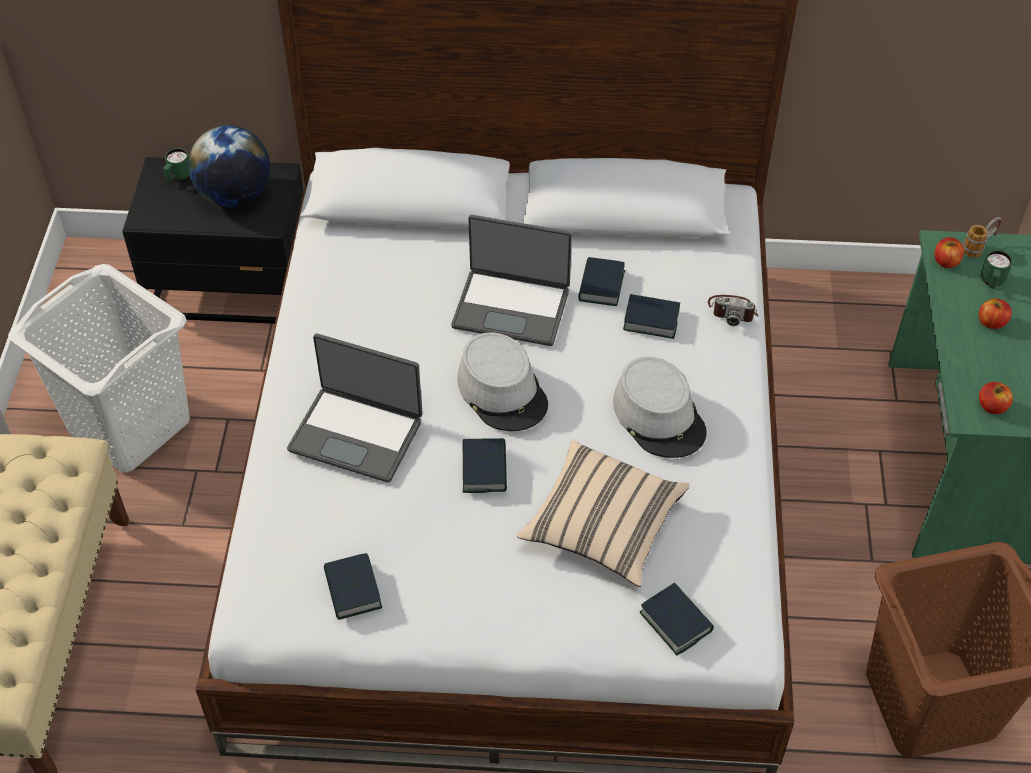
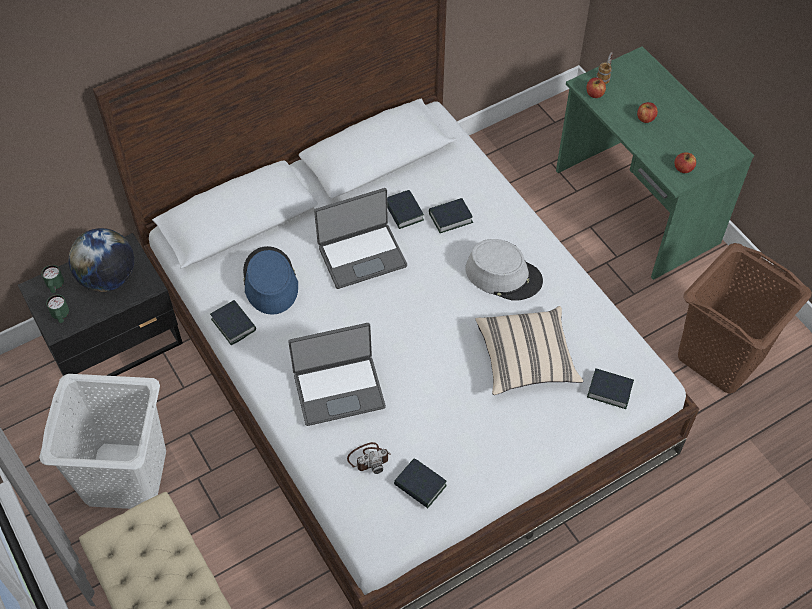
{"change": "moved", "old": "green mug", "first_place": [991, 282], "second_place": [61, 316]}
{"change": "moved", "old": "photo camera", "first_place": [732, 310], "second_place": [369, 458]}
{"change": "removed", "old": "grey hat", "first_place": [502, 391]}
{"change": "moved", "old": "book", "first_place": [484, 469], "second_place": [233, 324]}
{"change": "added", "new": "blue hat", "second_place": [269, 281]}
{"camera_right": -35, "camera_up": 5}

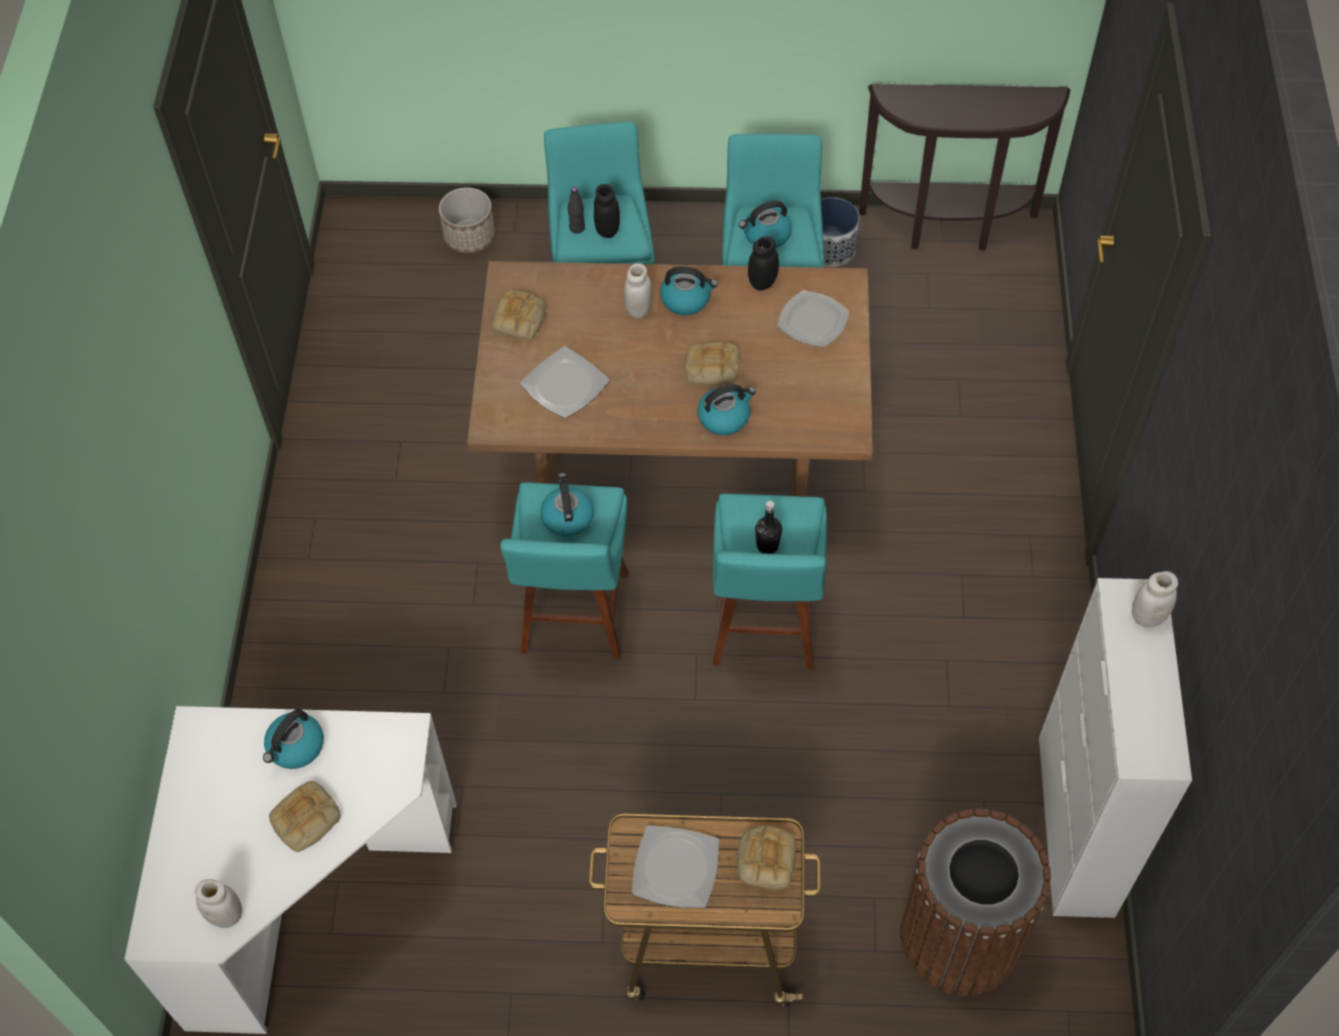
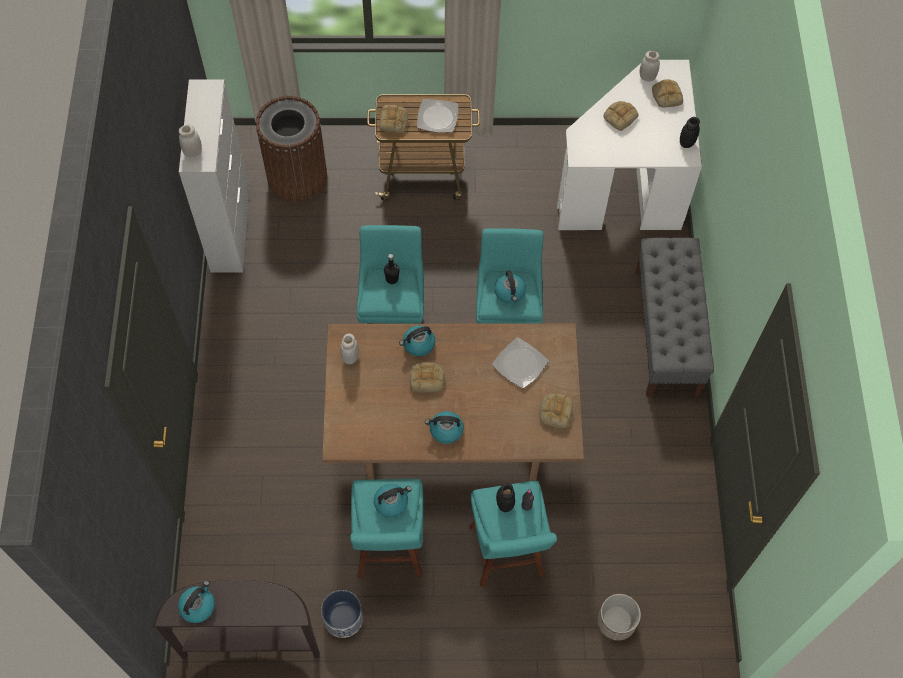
{"change": "moved", "old": "black jar", "first_place": [762, 282], "second_place": [686, 143]}
{"change": "moved", "old": "white jar", "first_place": [639, 309], "second_place": [350, 357]}
{"change": "removed", "old": "plate", "first_place": [813, 321]}
{"change": "moved", "old": "kettle", "first_place": [295, 747], "second_place": [198, 606]}
{"change": "added", "new": "bread", "second_place": [666, 95]}
{"change": "added", "new": "grey bench", "second_place": [666, 332]}
{"camera_right": 175, "camera_up": 5}

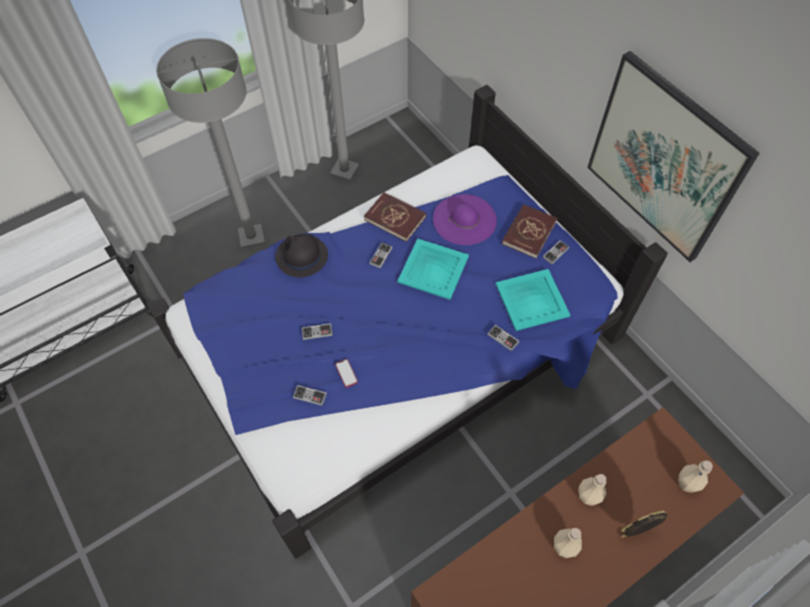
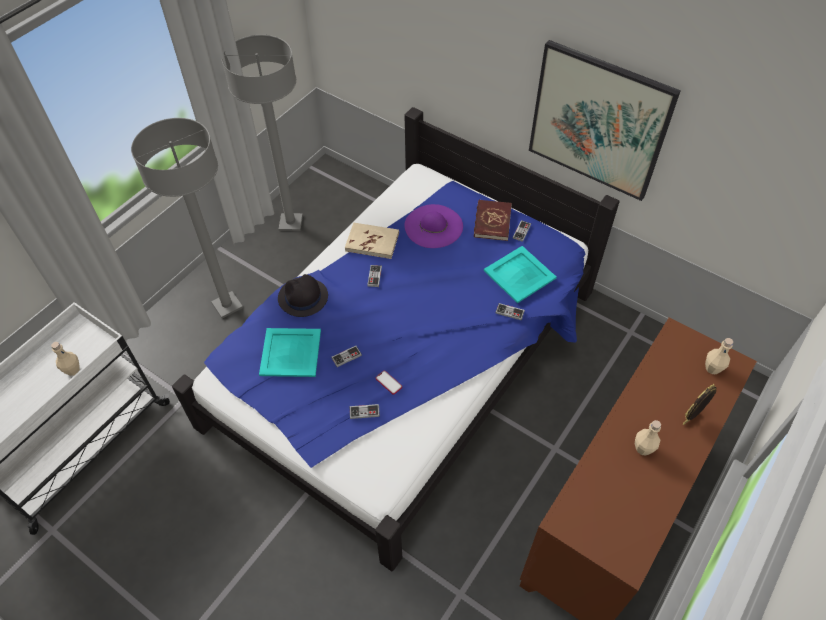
{"change": "recoloured", "old": "red book", "new": "beige book", "first_place": [395, 218], "second_place": [372, 242]}
{"change": "moved", "old": "turquoise tray", "first_place": [433, 268], "second_place": [290, 352]}
{"change": "moved", "old": "beige bottle", "first_place": [587, 496], "second_place": [73, 370]}
{"camera_right": -20, "camera_up": -5}

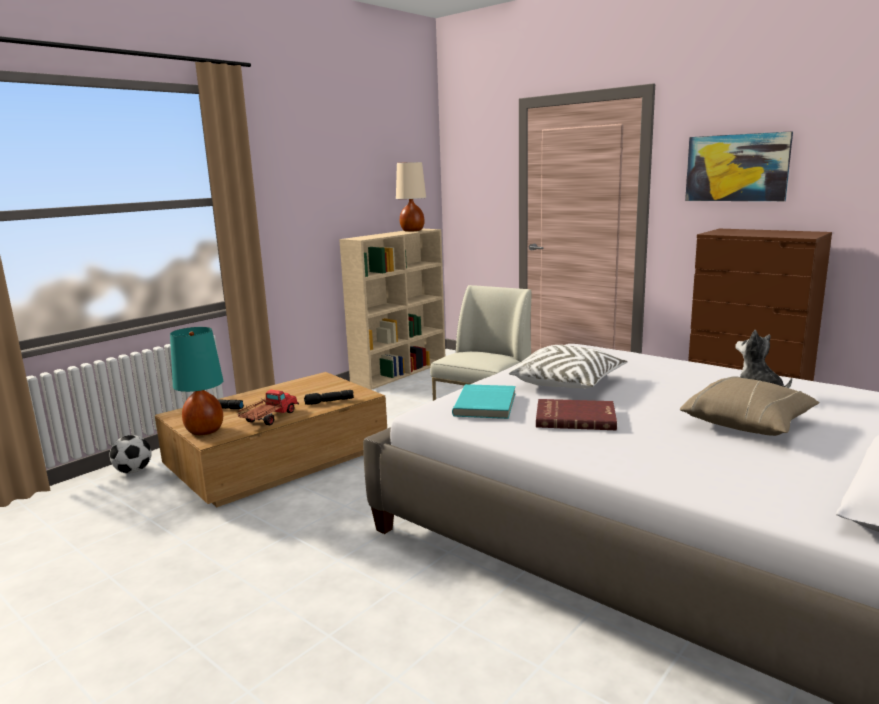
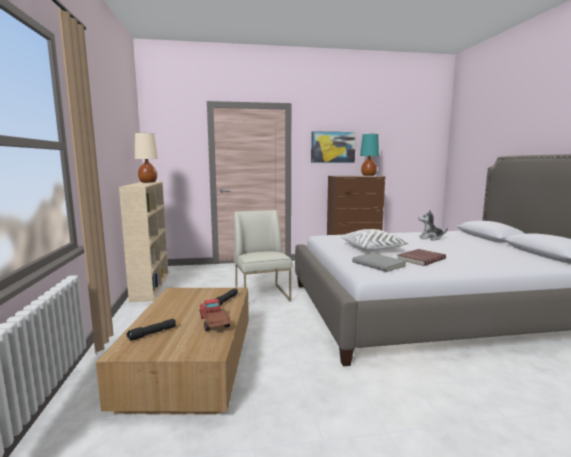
{"change": "moved", "old": "turquoise table lamp", "first_place": [205, 431], "second_place": [368, 175]}
{"change": "removed", "old": "beige pillow", "first_place": [747, 424]}
{"change": "recoloured", "old": "turquoise book", "new": "grey book", "first_place": [487, 404], "second_place": [379, 264]}
{"change": "removed", "old": "football", "first_place": [133, 471]}
{"camera_right": -50, "camera_up": -5}

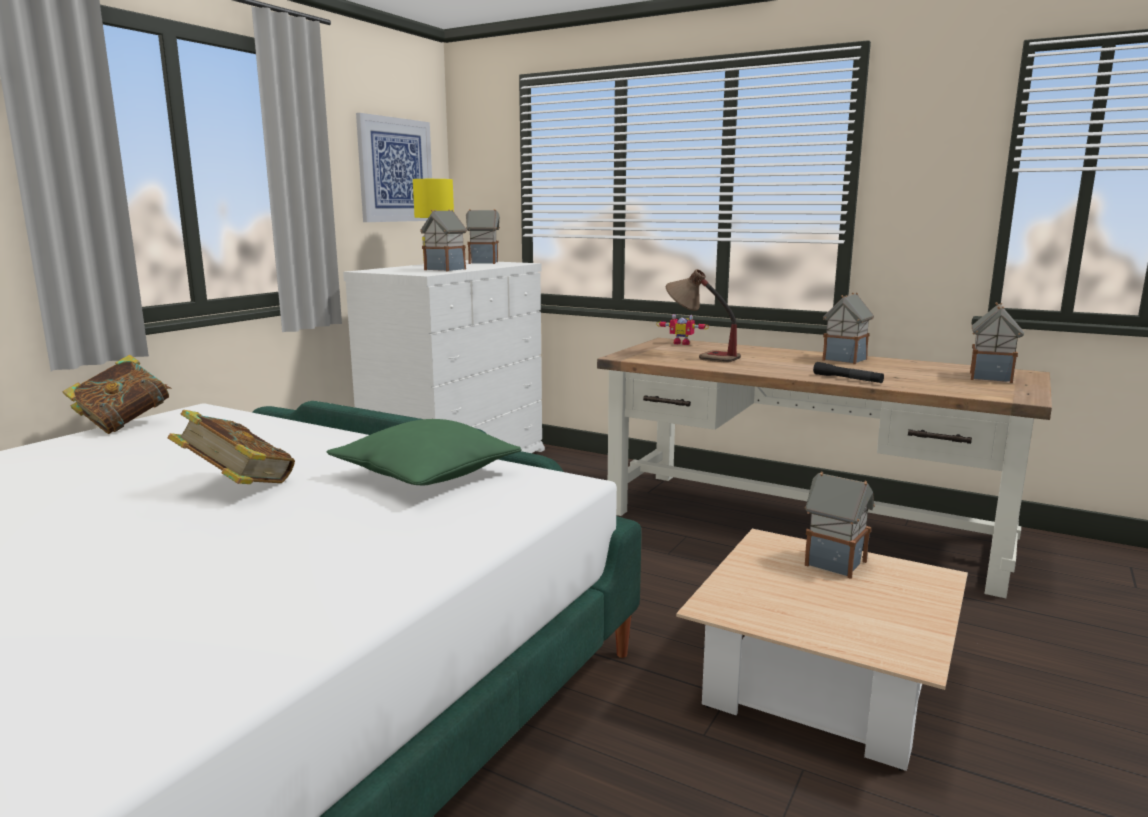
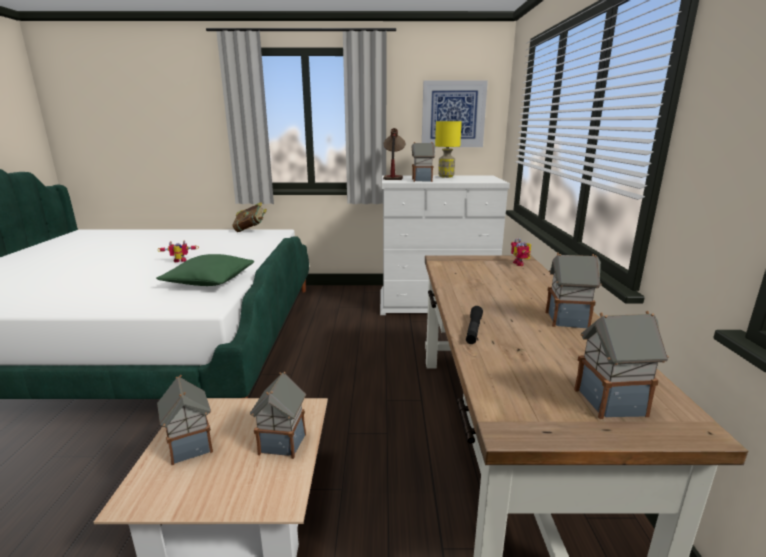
{"change": "moved", "old": "toy house", "first_place": [484, 262], "second_place": [191, 447]}
{"change": "moved", "old": "table lamp", "first_place": [700, 356], "second_place": [393, 177]}
{"change": "replaced", "old": "book", "new": "toy robot", "first_place": [238, 487], "second_place": [179, 261]}
{"camera_right": 60, "camera_up": 5}

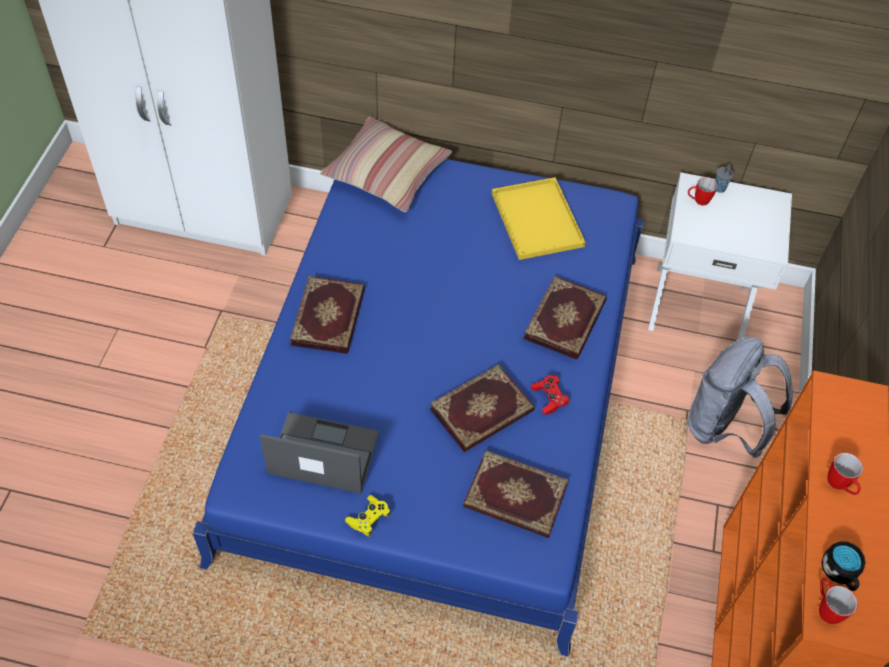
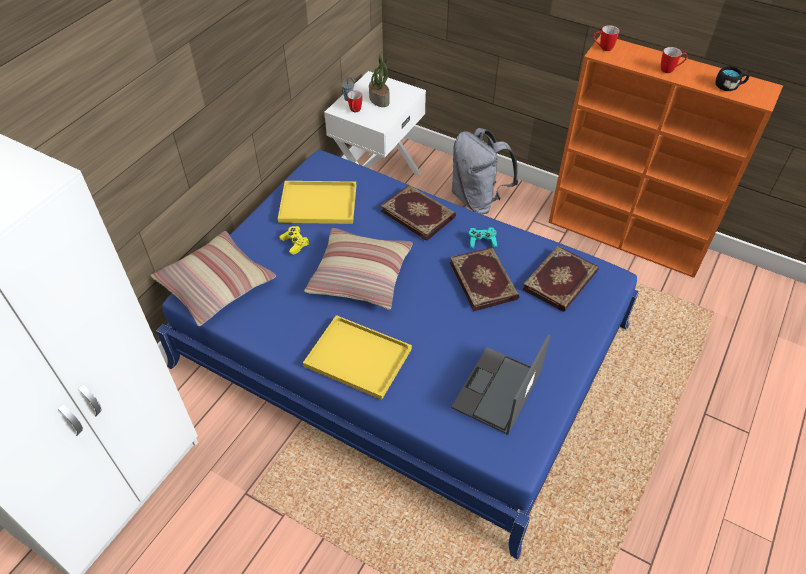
{"change": "replaced", "old": "book", "new": "yellow tray", "first_place": [329, 317], "second_place": [360, 357]}
{"change": "recoloured", "old": "red game controller", "new": "turquoise game controller", "first_place": [549, 398], "second_place": [482, 242]}
{"change": "moved", "old": "yellow game controller", "first_place": [369, 519], "second_place": [295, 243]}
{"change": "moved", "old": "mug", "first_place": [825, 608], "second_place": [602, 48]}
{"change": "added", "new": "potted plant", "second_place": [380, 99]}
{"change": "added", "new": "pillow", "second_place": [360, 275]}
{"camera_right": -70, "camera_up": -5}

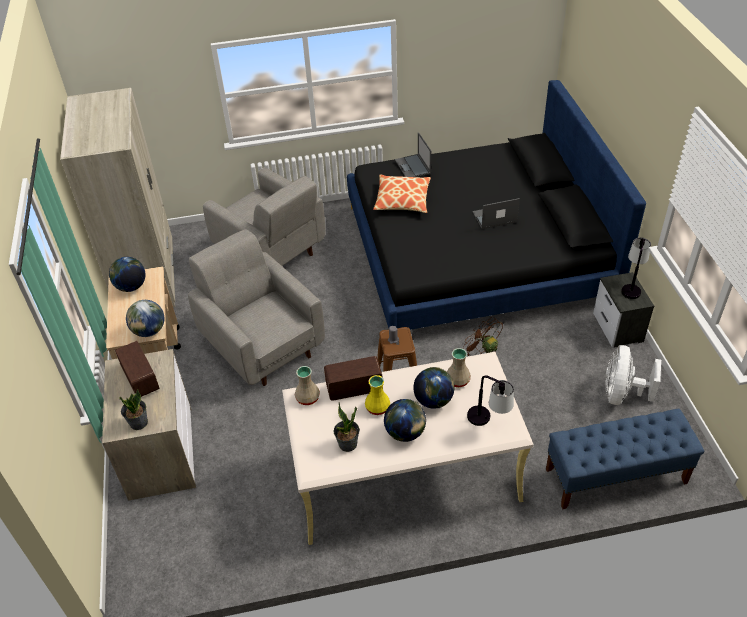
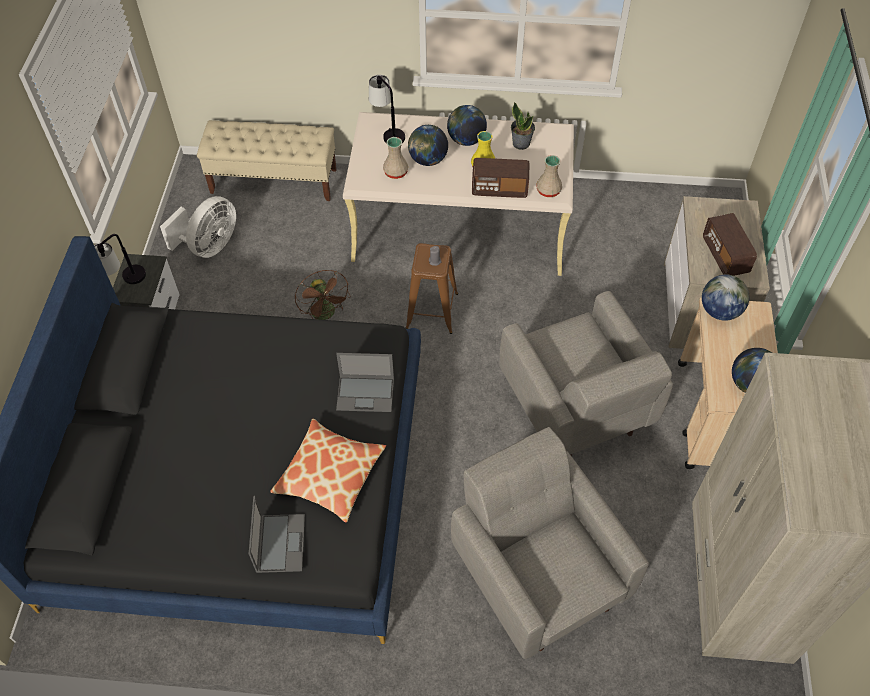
{"change": "moved", "old": "laptop", "first_place": [494, 217], "second_place": [366, 393]}
{"change": "removed", "old": "potted plant", "first_place": [138, 422]}
{"change": "recoloured", "old": "blue bench", "new": "beige bench", "first_place": [615, 476], "second_place": [274, 181]}
{"camera_right": -165, "camera_up": 10}

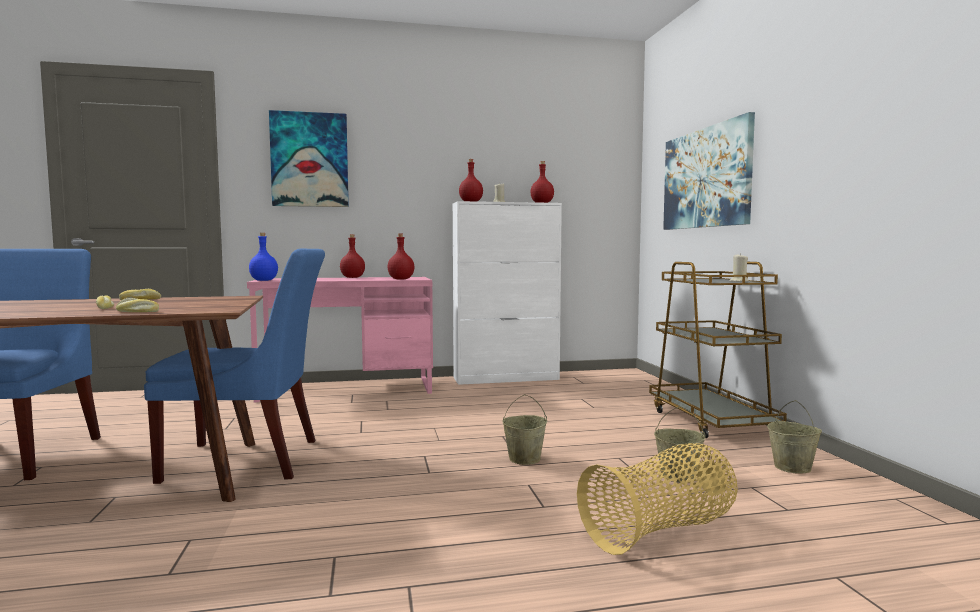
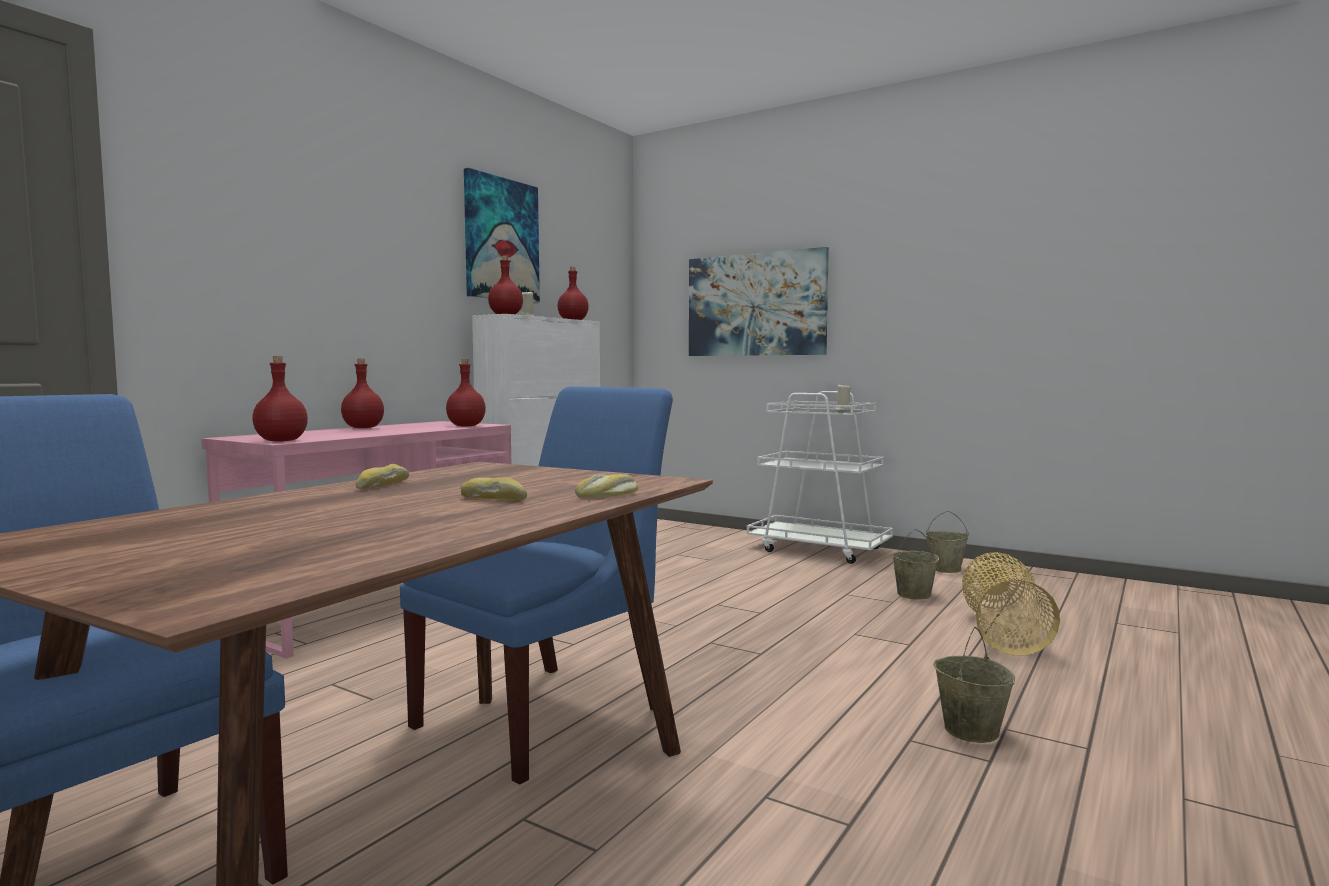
{"change": "moved", "old": "picture", "first_place": [310, 160], "second_place": [501, 239]}
{"change": "recoloured", "old": "blue bottle", "new": "red bottle", "first_place": [264, 280], "second_place": [282, 441]}
{"change": "recoloured", "old": "brown cart", "new": "white cart", "first_place": [711, 421], "second_place": [819, 549]}
{"change": "moved", "old": "beige bucket", "first_place": [525, 459], "second_place": [970, 730]}
{"camera_right": -45, "camera_up": 0}

